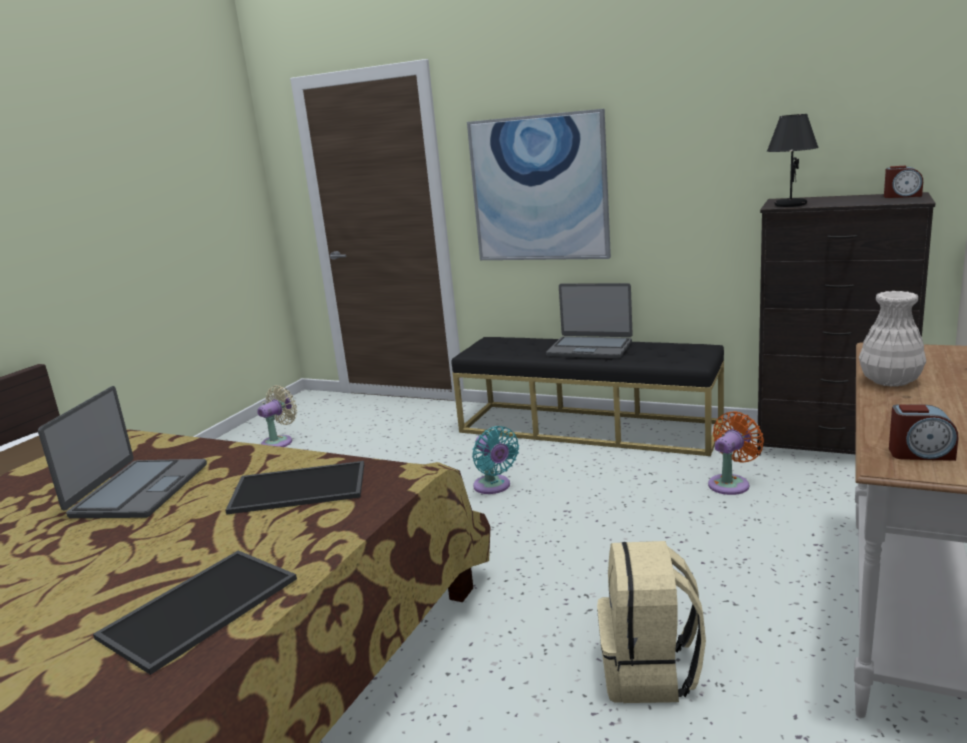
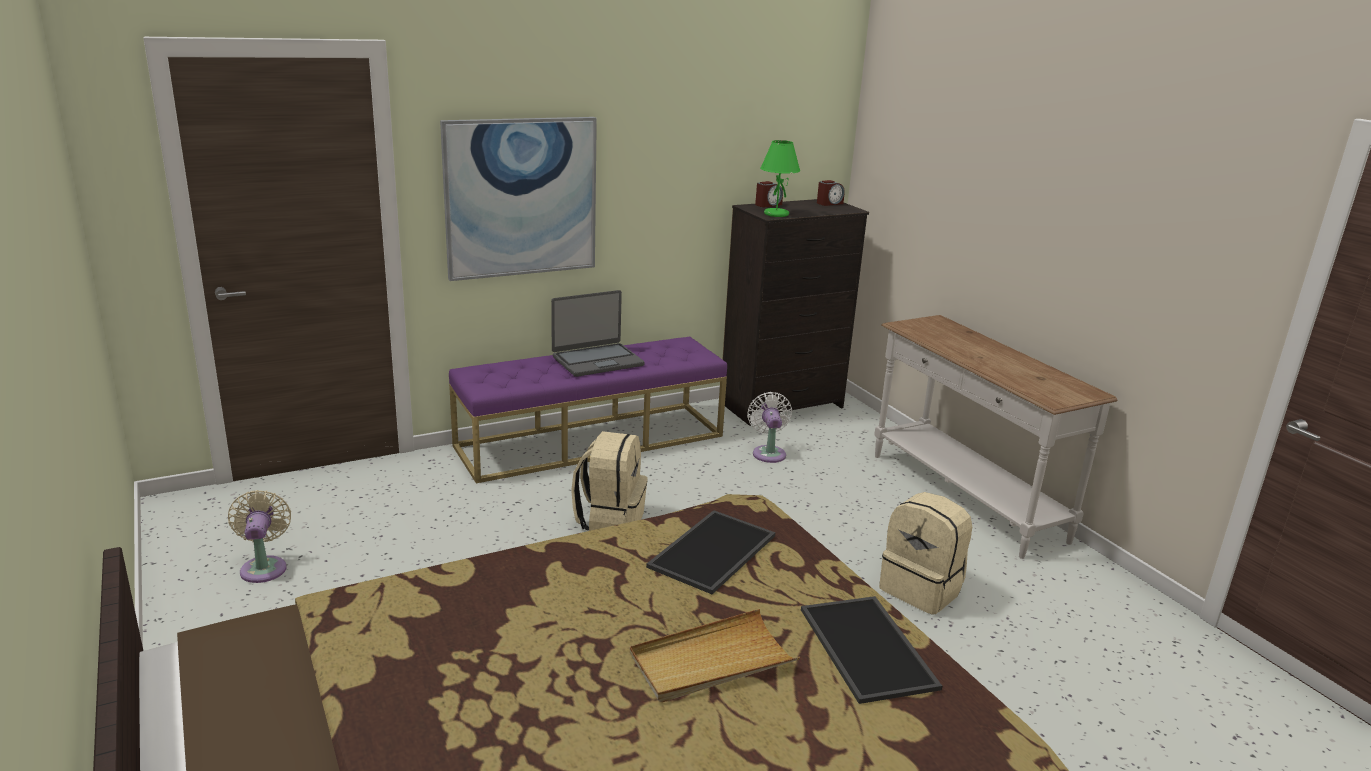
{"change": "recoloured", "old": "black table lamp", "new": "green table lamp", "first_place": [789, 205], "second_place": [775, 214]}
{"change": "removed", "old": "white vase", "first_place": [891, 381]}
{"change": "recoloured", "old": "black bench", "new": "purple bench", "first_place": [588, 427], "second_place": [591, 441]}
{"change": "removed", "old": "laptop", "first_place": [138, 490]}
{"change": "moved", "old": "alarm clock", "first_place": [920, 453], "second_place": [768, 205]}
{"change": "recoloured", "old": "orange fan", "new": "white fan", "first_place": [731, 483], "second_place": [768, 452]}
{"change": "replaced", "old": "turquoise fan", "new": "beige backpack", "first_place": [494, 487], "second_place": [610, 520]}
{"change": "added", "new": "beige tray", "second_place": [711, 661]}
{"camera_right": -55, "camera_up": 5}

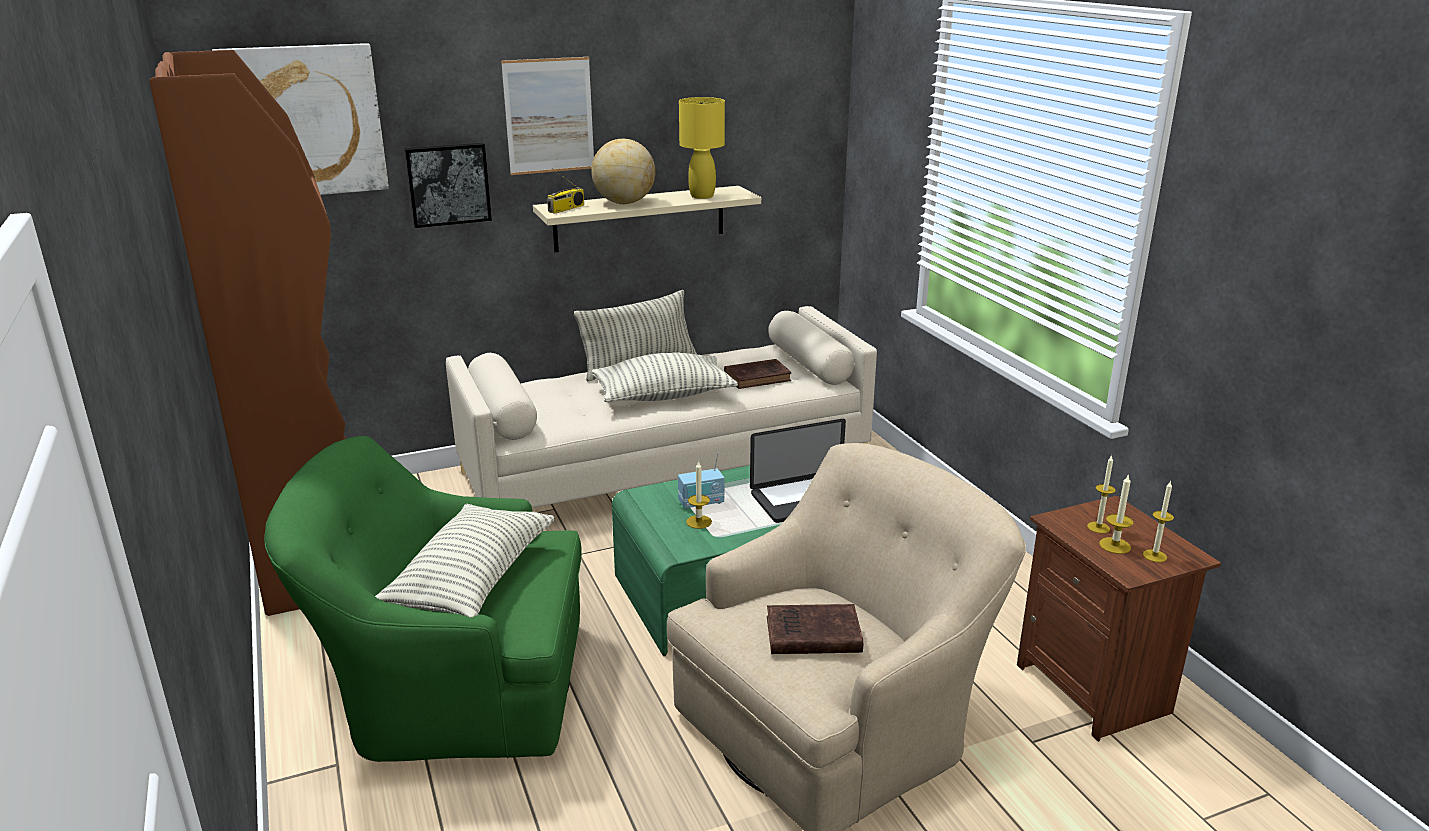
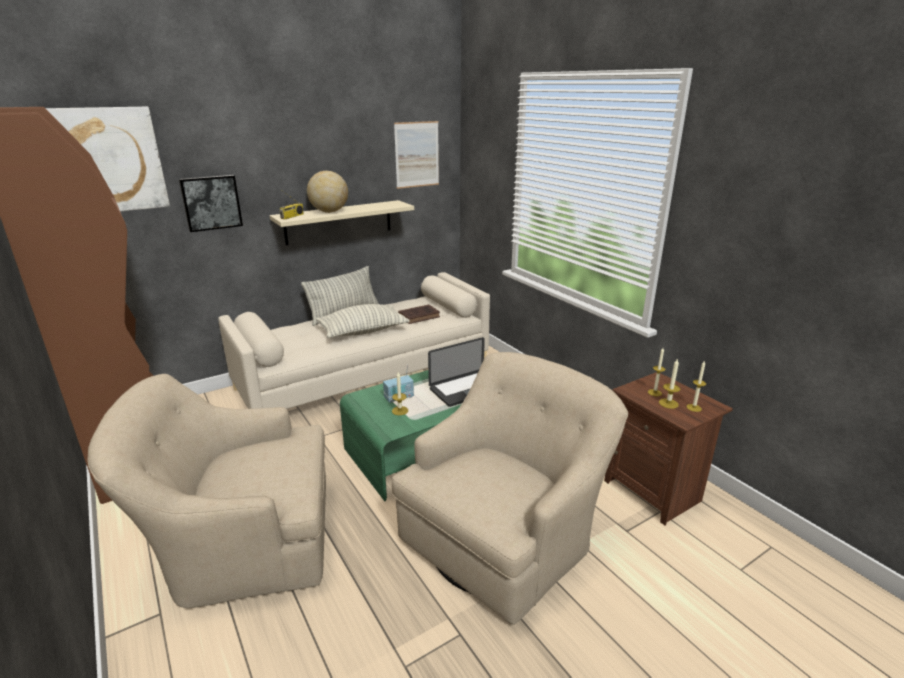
{"change": "moved", "old": "picture", "first_place": [549, 116], "second_place": [417, 154]}
{"change": "removed", "old": "yellow table lamp", "first_place": [702, 196]}
{"change": "recoloured", "old": "green armchair", "new": "beige armchair", "first_place": [451, 688], "second_place": [241, 542]}
{"change": "removed", "old": "pillow", "first_place": [472, 580]}
{"change": "removed", "old": "brown book", "first_place": [810, 635]}
{"camera_right": -10, "camera_up": 0}

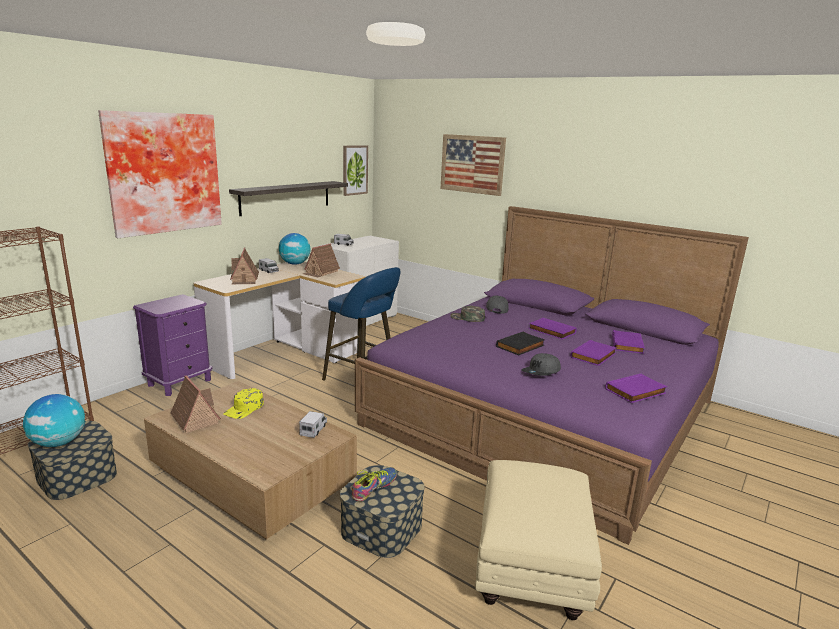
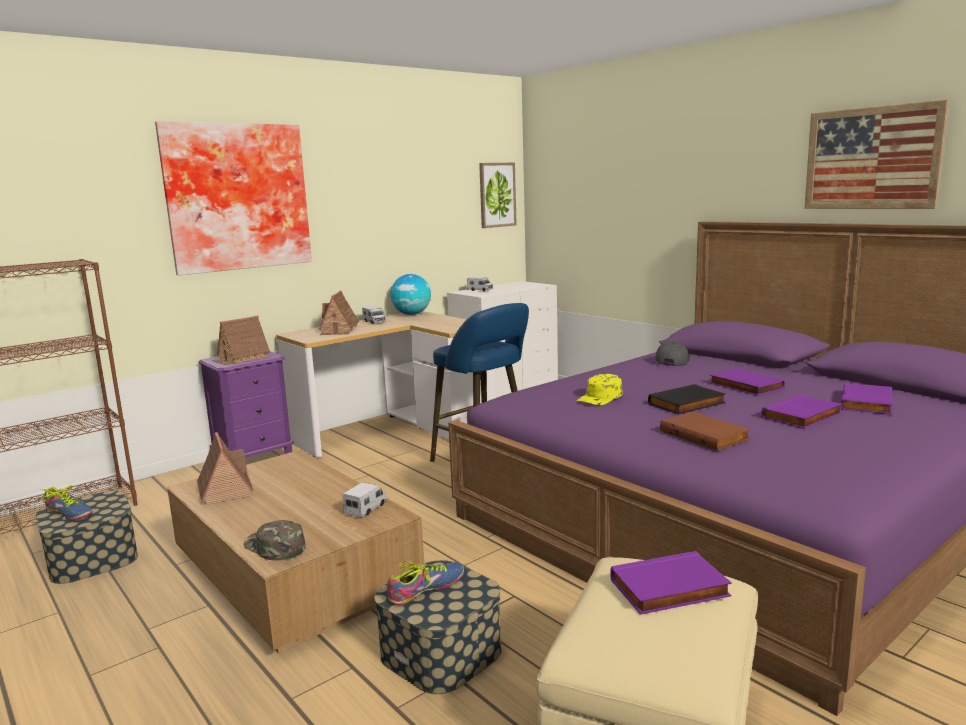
{"change": "moved", "old": "picture", "first_place": [472, 164], "second_place": [871, 158]}
{"change": "removed", "old": "shelf", "first_place": [286, 197]}
{"change": "moved", "old": "toy house", "first_place": [320, 272], "second_place": [241, 358]}
{"change": "moved", "old": "green cap", "first_place": [467, 318], "second_place": [274, 547]}
{"change": "replaced", "old": "grey cap", "new": "brown book", "first_place": [541, 372], "second_place": [705, 435]}
{"change": "moved", "old": "purple book", "first_place": [636, 392], "second_place": [669, 590]}
{"change": "moved", "old": "yellow cap", "first_place": [244, 409], "second_place": [600, 397]}
{"change": "replaced", "old": "globe", "new": "shoe", "first_place": [59, 443], "second_place": [69, 513]}
{"camera_right": 15, "camera_up": -5}

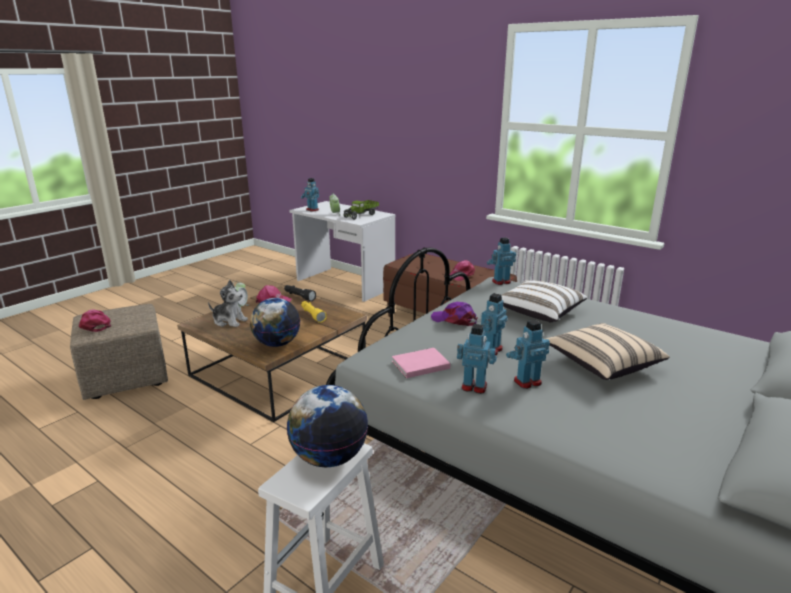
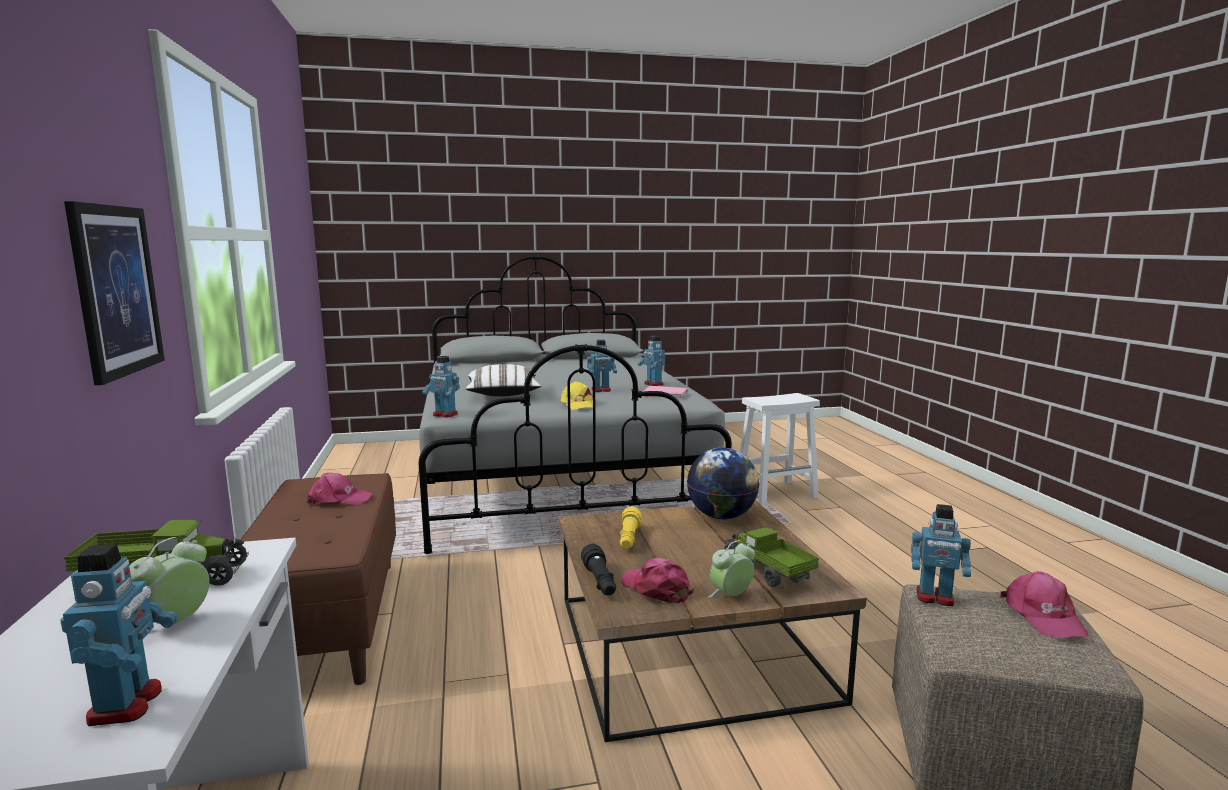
{"change": "replaced", "old": "plush toy", "new": "toy truck", "first_place": [229, 321], "second_place": [766, 571]}
{"change": "recoloured", "old": "purple cap", "new": "yellow cap", "first_place": [454, 320], "second_place": [578, 404]}
{"change": "moved", "old": "toy robot", "first_place": [527, 382], "second_place": [935, 598]}
{"change": "removed", "old": "beige pillow", "first_place": [601, 364]}
{"change": "removed", "old": "globe", "first_place": [329, 457]}
{"change": "added", "new": "picture", "second_place": [116, 290]}
{"camera_right": -140, "camera_up": -10}

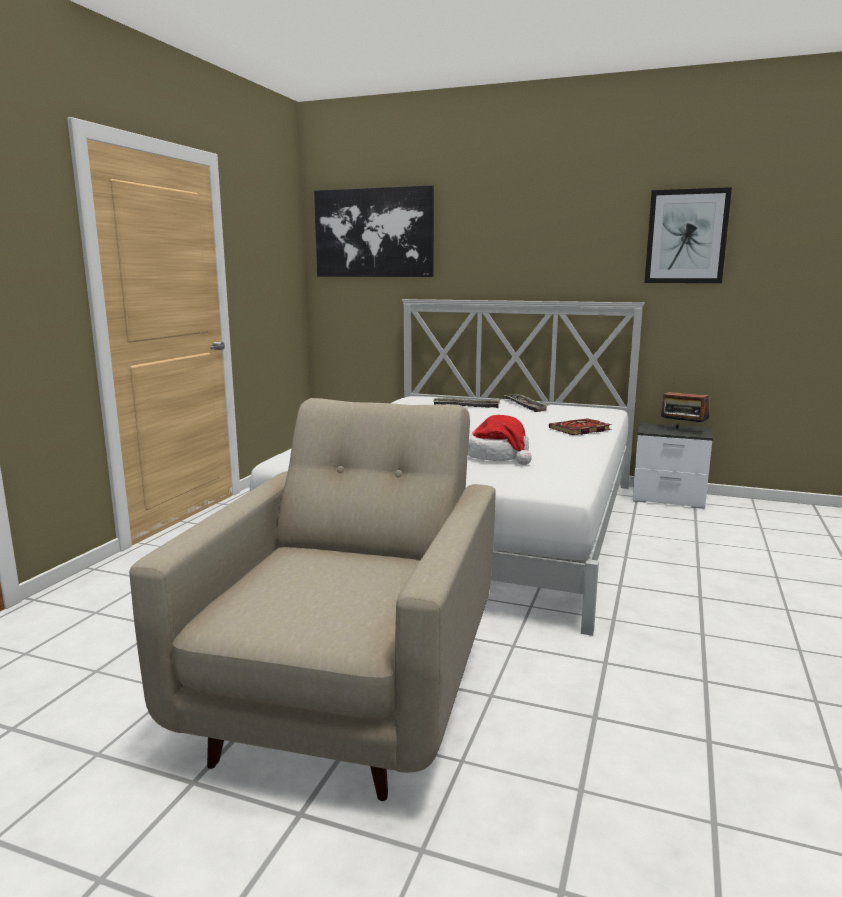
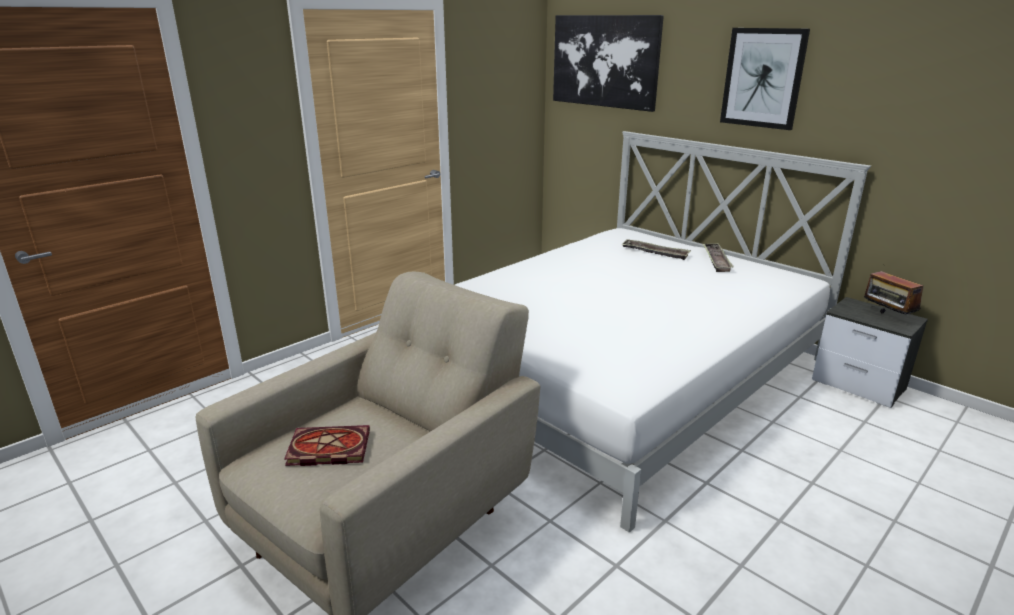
{"change": "moved", "old": "picture", "first_place": [686, 236], "second_place": [763, 78]}
{"change": "removed", "old": "hat", "first_place": [497, 456]}
{"change": "moved", "old": "book", "first_place": [579, 429], "second_place": [326, 449]}
{"camera_right": 25, "camera_up": 10}

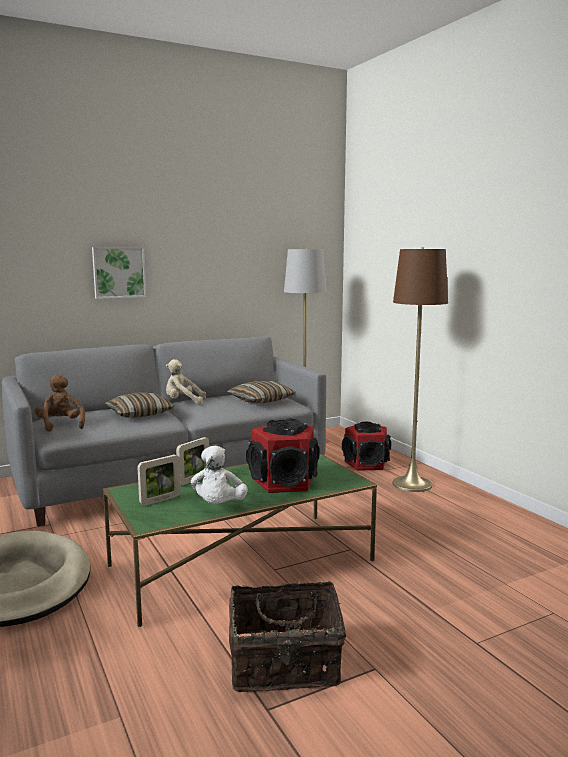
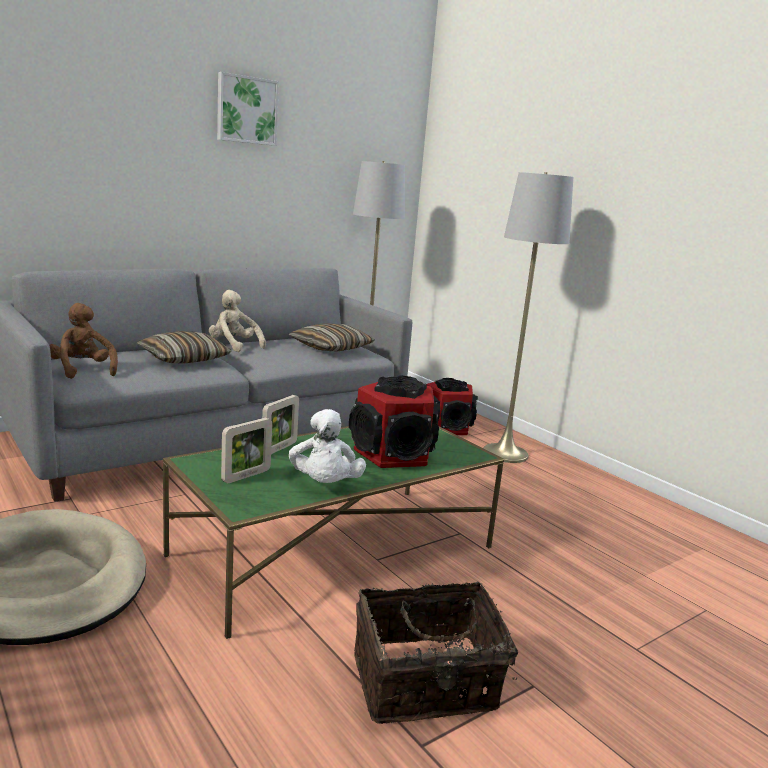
{"change": "moved", "old": "picture", "first_place": [119, 272], "second_place": [246, 110]}
{"change": "recoloured", "old": "brown floor lamp", "new": "grey floor lamp", "first_place": [412, 484], "second_place": [505, 453]}
{"change": "turned", "old": "beige plush toy", "first_place": [183, 402], "second_place": [234, 346], "degrees": 45}
{"camera_right": -10, "camera_up": 5}

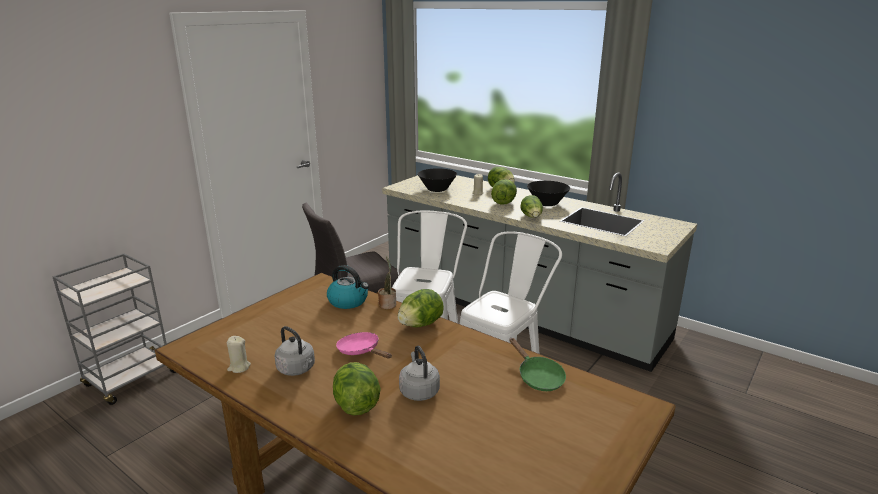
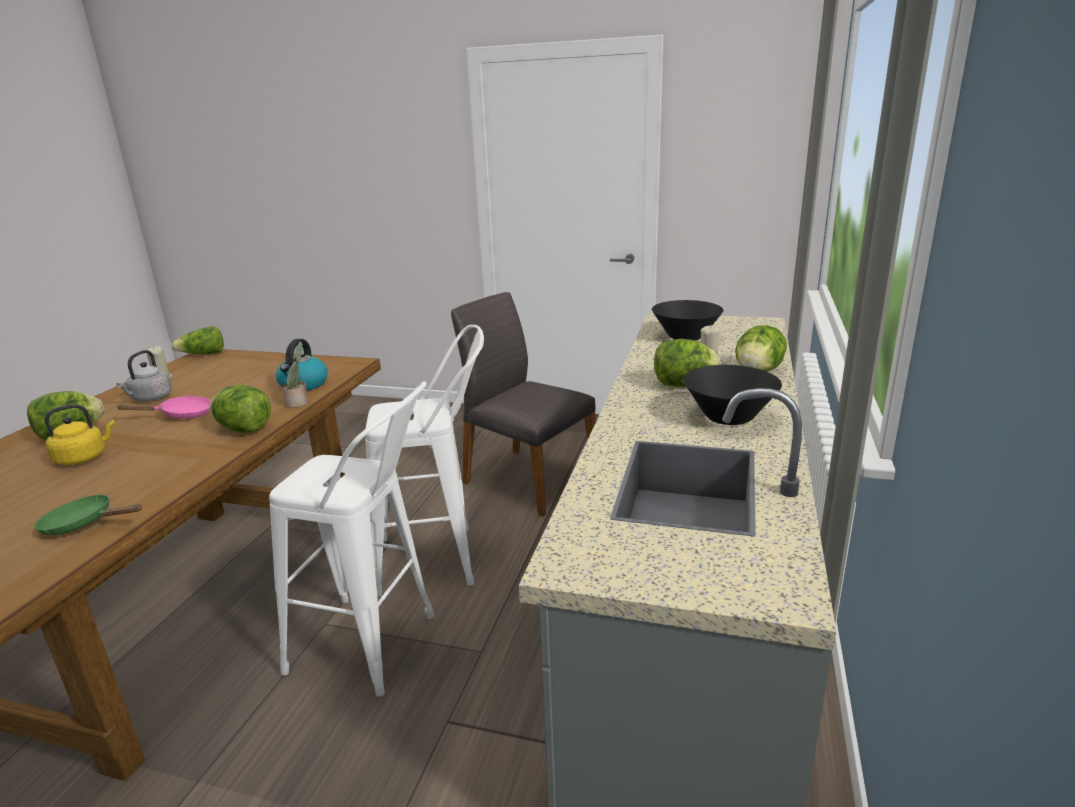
{"change": "moved", "old": "lettuce", "first_place": [532, 217], "second_place": [203, 355]}
{"change": "removed", "old": "grey cart", "first_place": [130, 380]}
{"change": "turned", "old": "pink frying pan", "first_place": [361, 351], "second_place": [181, 415], "degrees": 45}
{"change": "turned", "old": "green frying pan", "first_place": [538, 377], "second_place": [84, 524], "degrees": 60}
{"change": "recoloured", "old": "grey kettle", "new": "yellow kettle", "first_place": [418, 391], "second_place": [84, 458]}
{"camera_right": 70, "camera_up": 0}

